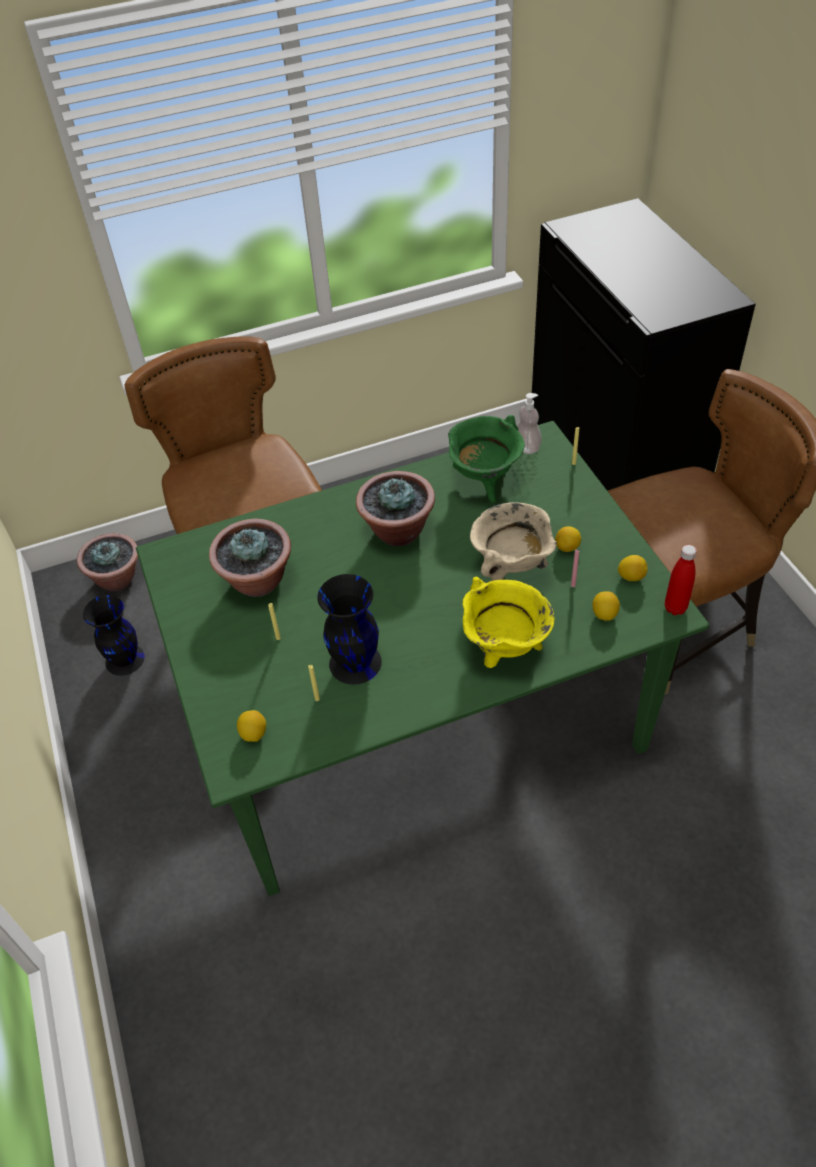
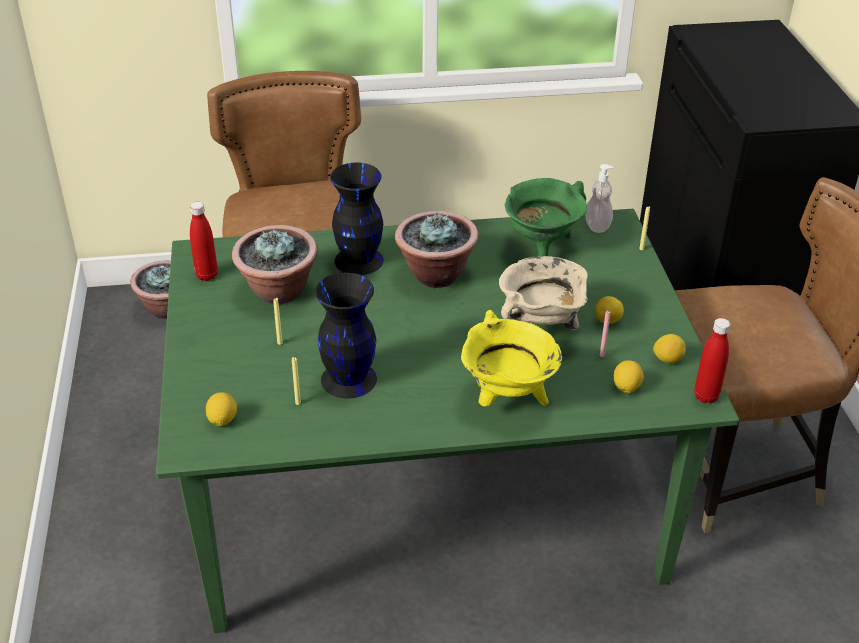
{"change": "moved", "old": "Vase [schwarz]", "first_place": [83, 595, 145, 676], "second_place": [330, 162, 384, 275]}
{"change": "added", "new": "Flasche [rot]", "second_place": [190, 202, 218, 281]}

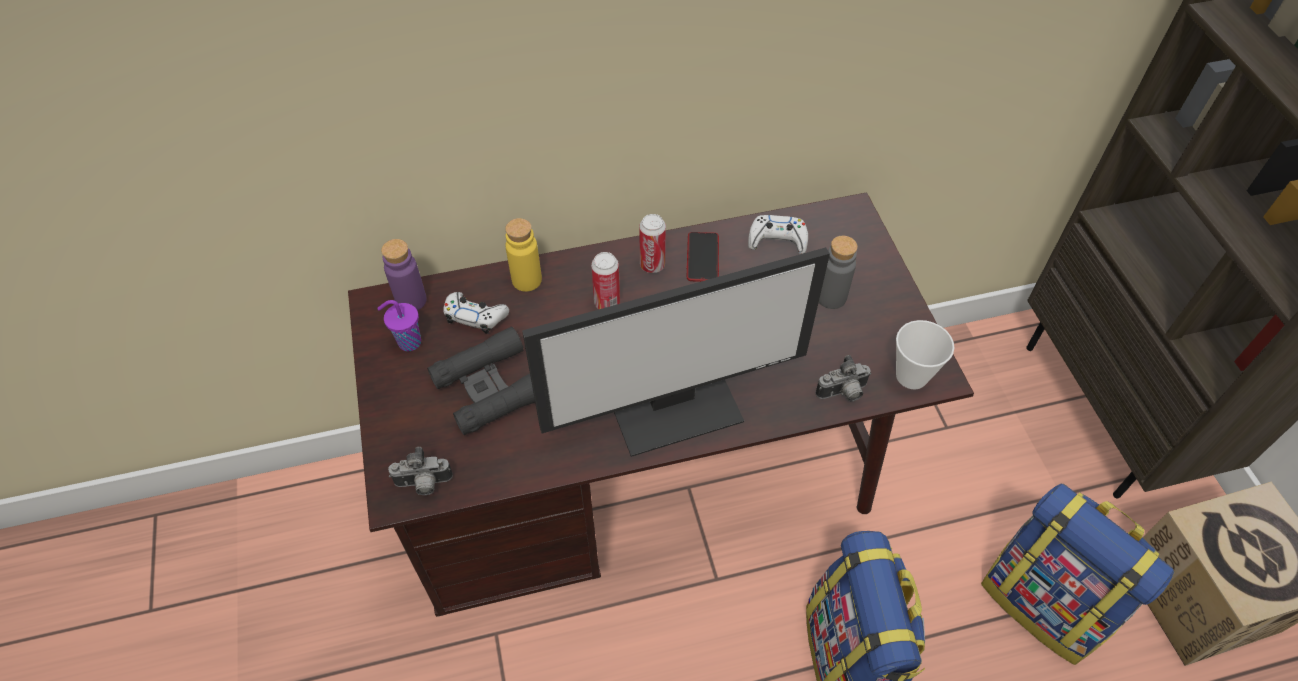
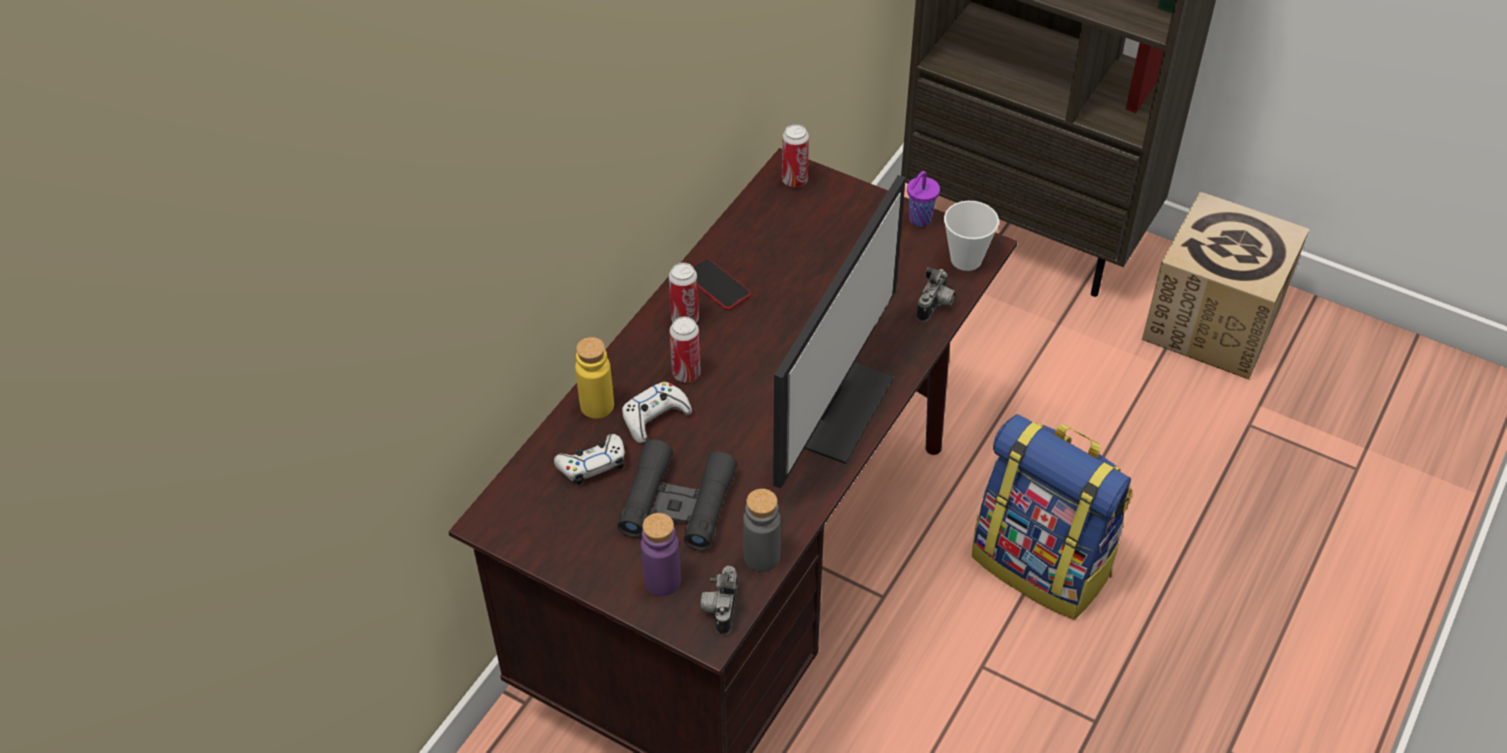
{"change": "moved", "old": "Gamepad [weiß]", "first_place": [748, 215, 808, 254], "second_place": [622, 382, 692, 443]}
{"change": "moved", "old": "Flasche [grau]", "first_place": [819, 236, 858, 309], "second_place": [743, 489, 781, 572]}
{"change": "moved", "old": "Flasche [lila]", "first_place": [381, 239, 427, 311], "second_place": [641, 513, 681, 596]}
{"change": "moved", "old": "Tasse [lila]", "first_place": [377, 300, 421, 351], "second_place": [907, 171, 940, 227]}
{"change": "turned", "old": "Kamera", "first_place": [388, 447, 453, 495], "second_place": [701, 566, 737, 635], "degrees": 150}
{"change": "removed", "old": "Rucksack", "first_place": [981, 483, 1174, 665]}
{"change": "added", "new": "Dose", "second_place": [782, 124, 809, 187]}

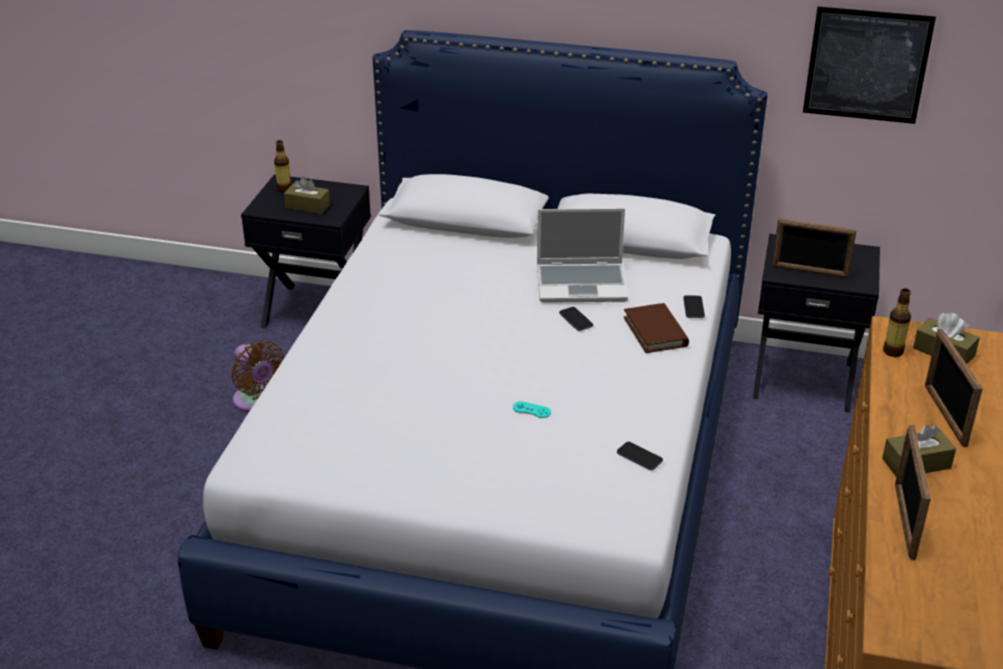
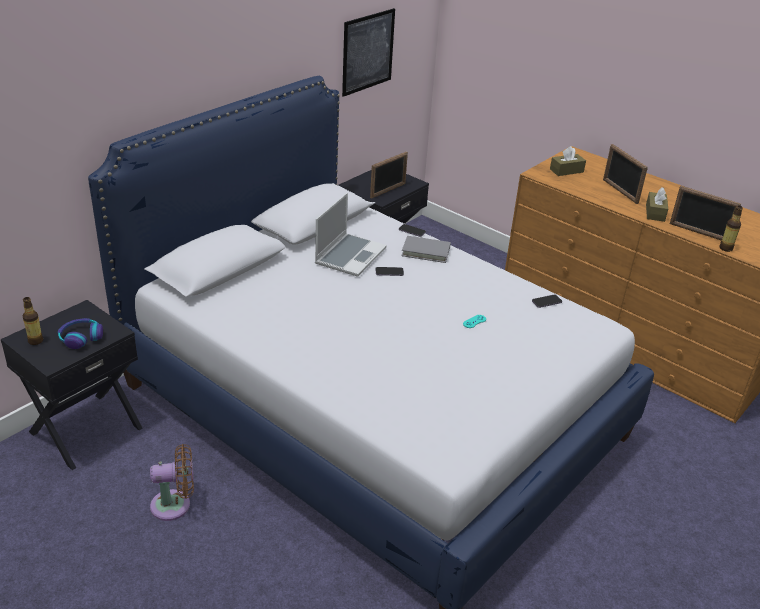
{"change": "replaced", "old": "Taschentuchbox [braun]", "new": "Kopfhörer", "first_place": [284, 177, 330, 214], "second_place": [58, 318, 103, 349]}
{"change": "moved", "old": "Flasche", "first_place": [883, 288, 911, 357], "second_place": [720, 205, 743, 252]}
{"change": "recoloured", "old": "Buch [braun]", "new": "Buch [grau]", "first_place": [624, 303, 689, 353], "second_place": [401, 236, 451, 263]}
{"change": "turned", "old": "Bilderrahmen", "first_place": [925, 329, 983, 447], "second_place": [603, 144, 648, 204], "degrees": 45}

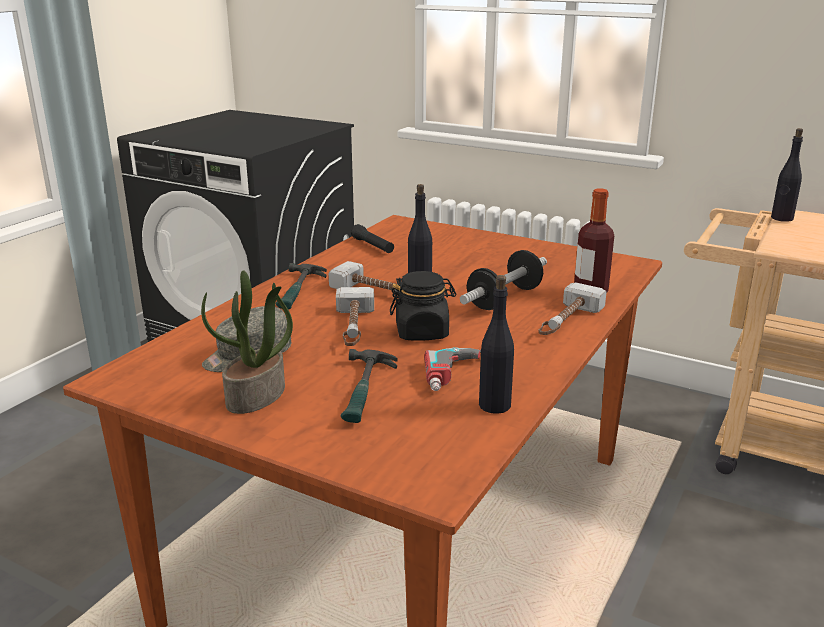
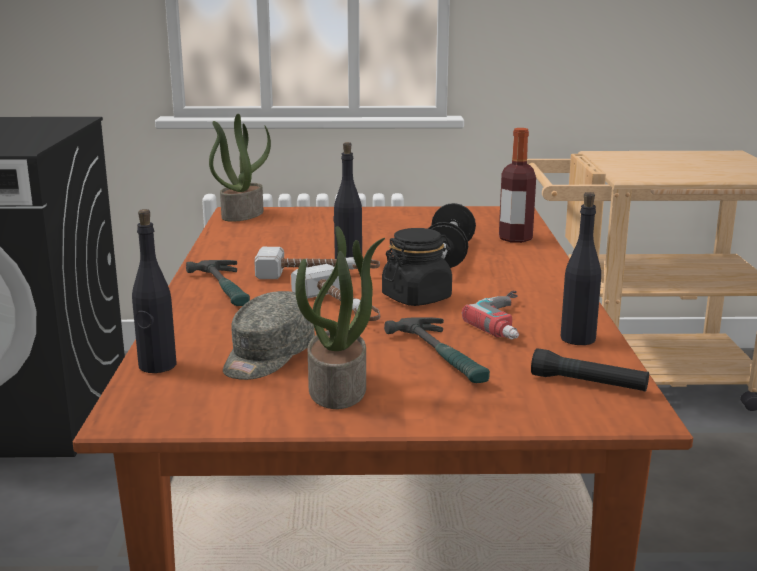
{"change": "moved", "old": "Flasche [schwarz]", "first_place": [771, 128, 803, 222], "second_place": [132, 209, 177, 373]}
{"change": "moved", "old": "Taschenlampe [schwarz]", "first_place": [351, 224, 394, 253], "second_place": [531, 348, 649, 392]}
{"change": "removed", "old": "Hammer", "first_place": [538, 282, 606, 335]}
{"change": "added", "new": "Topfpflanze", "second_place": [209, 114, 271, 222]}

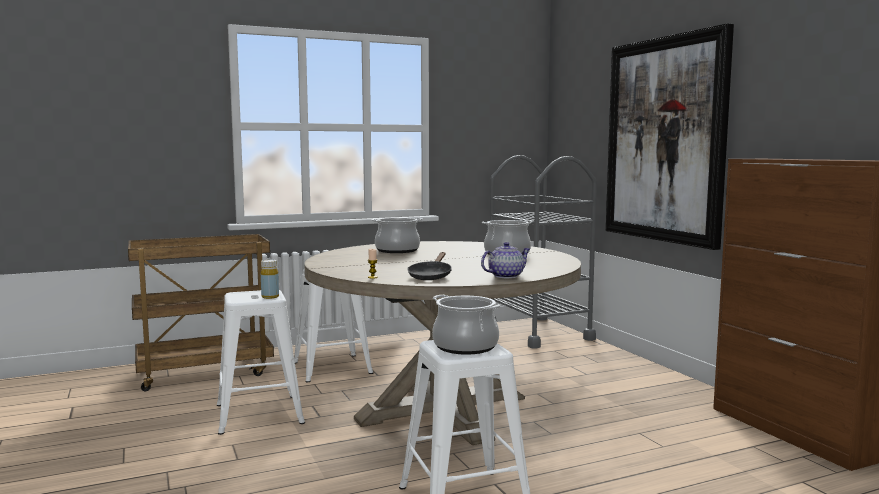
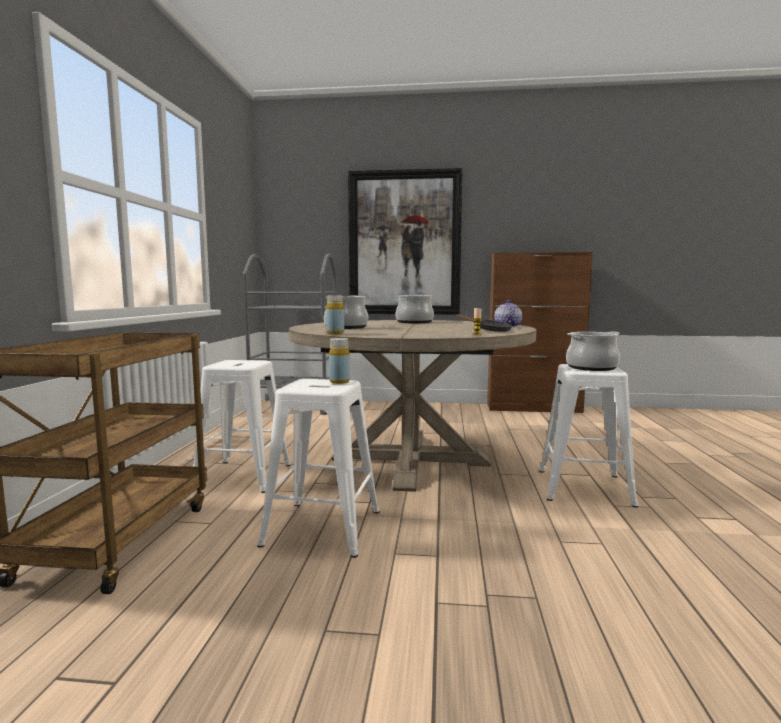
{"change": "added", "new": "Flasche [gelb]", "second_place": [326, 295, 344, 334]}

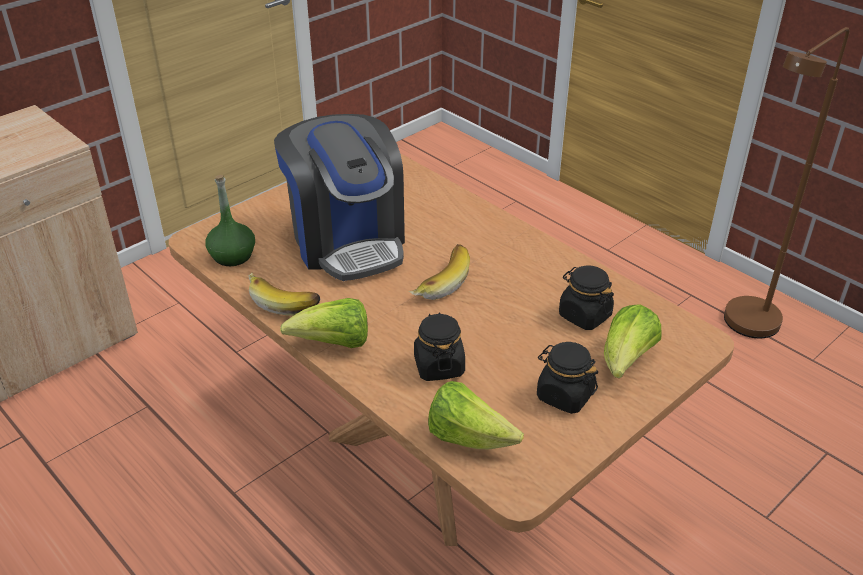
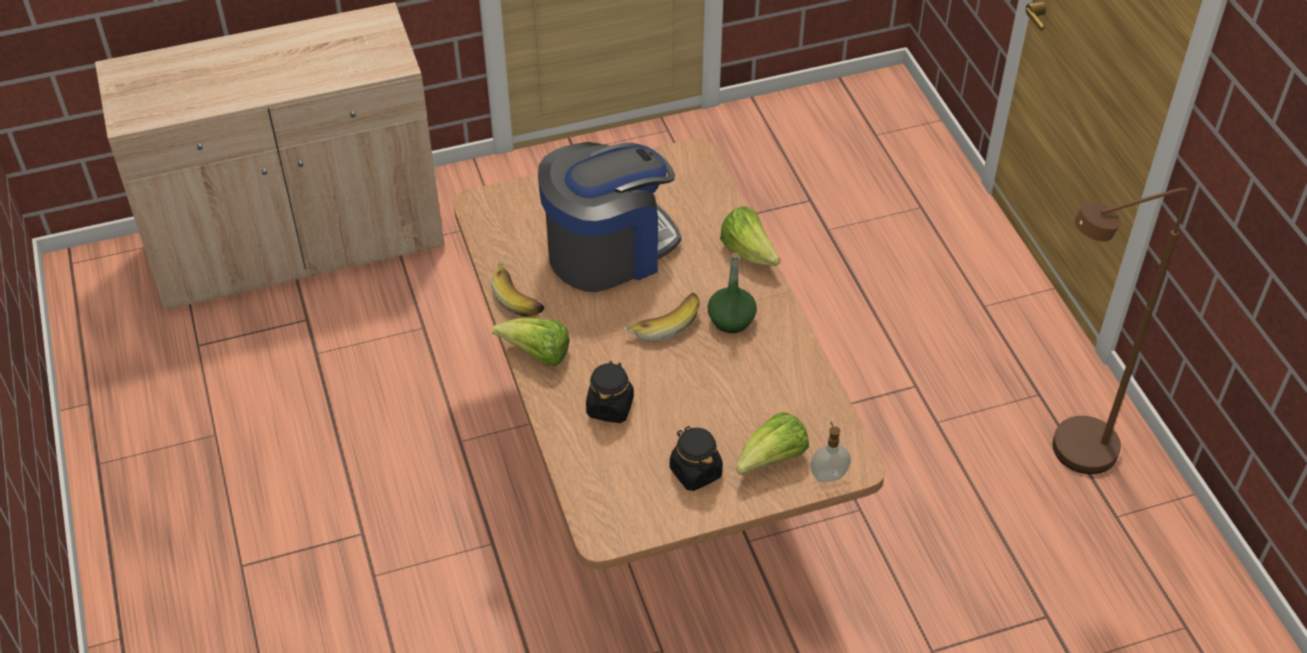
{"change": "turned", "old": "Kaffeemaschine", "first_place": [274, 114, 405, 281], "second_place": [538, 142, 681, 292], "degrees": -120}
{"change": "moved", "old": "Flasche [grün]", "first_place": [205, 175, 255, 266], "second_place": [708, 253, 757, 333]}
{"change": "removed", "old": "Vorratsglas [schwarz]", "first_place": [559, 266, 614, 330]}
{"change": "moved", "old": "Salatkopf", "first_place": [428, 381, 524, 449], "second_place": [720, 207, 781, 266]}
{"change": "added", "new": "Seifenspender", "second_place": [810, 421, 851, 482]}

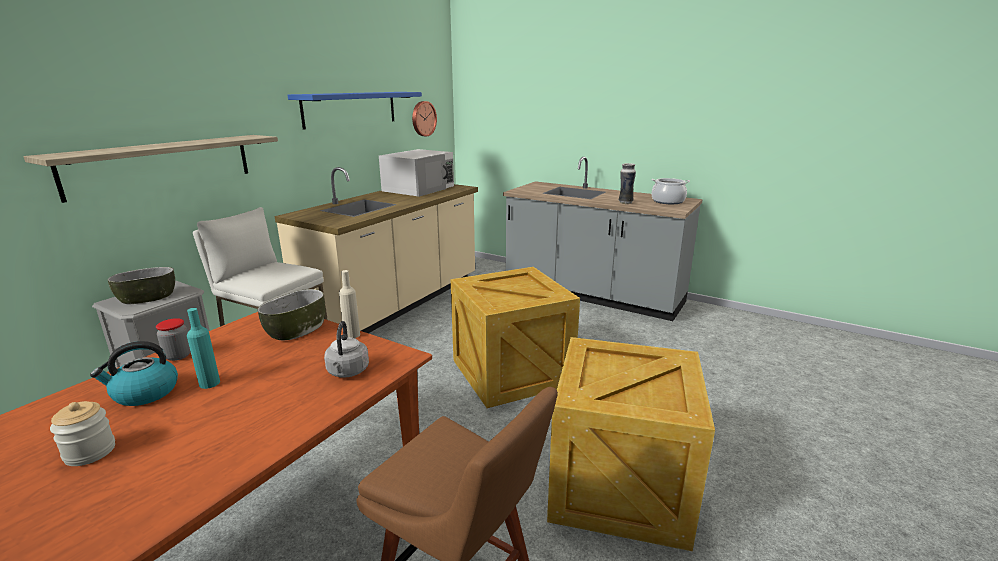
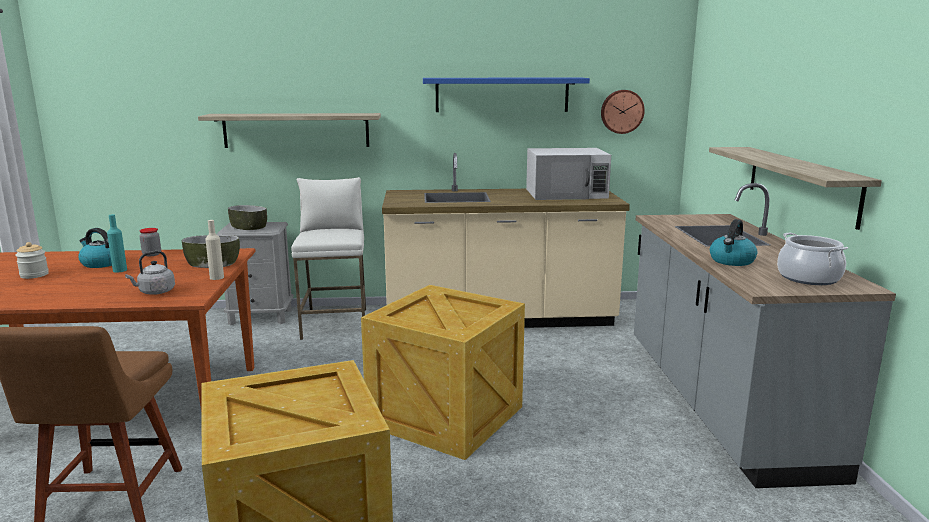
{"change": "replaced", "old": "Vase", "new": "Wasserkessel", "first_place": [619, 163, 636, 204], "second_place": [710, 219, 758, 266]}
{"change": "added", "new": "Wandregal", "second_place": [709, 147, 882, 230]}

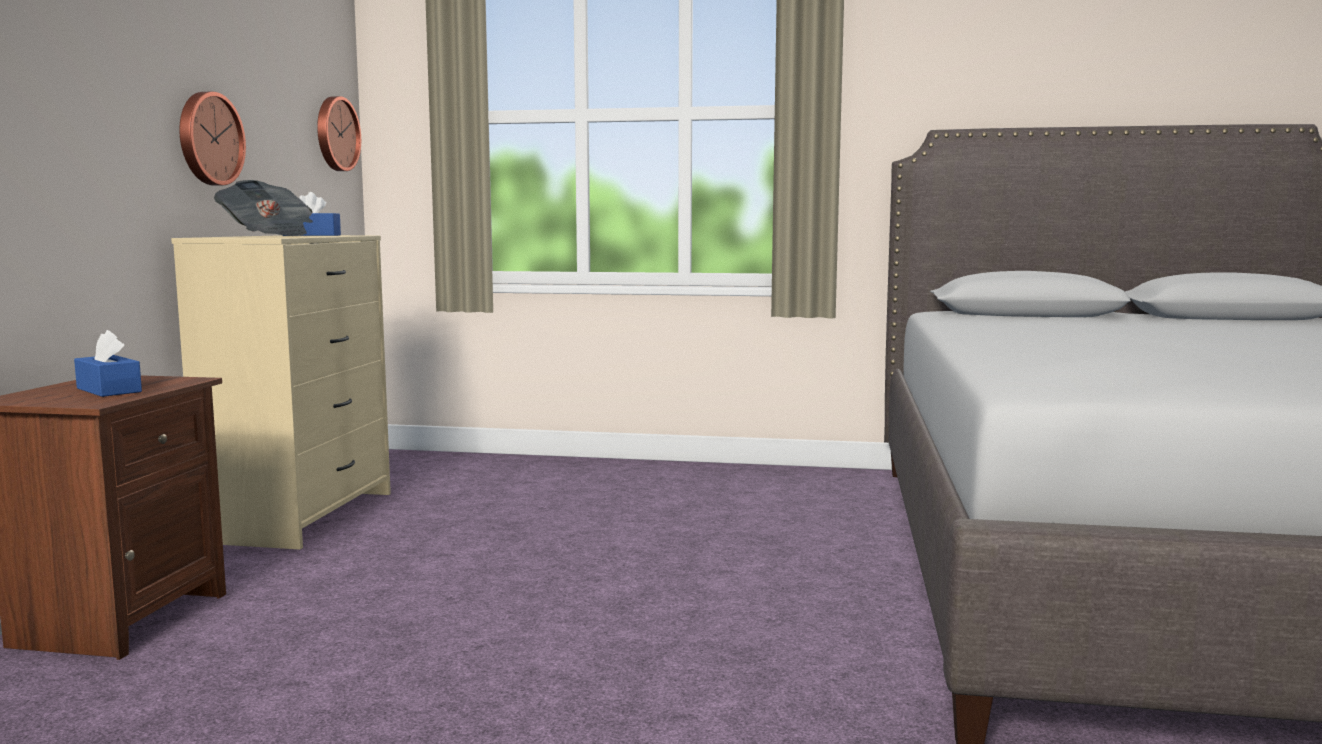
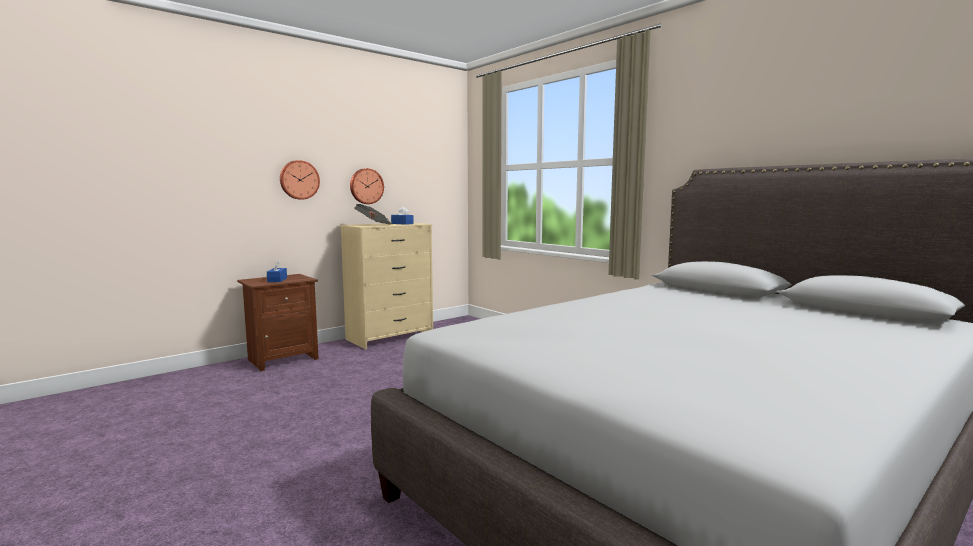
{"change": "moved", "old": "Wanduhr", "first_place": [317, 96, 361, 171], "second_place": [280, 160, 320, 200]}

